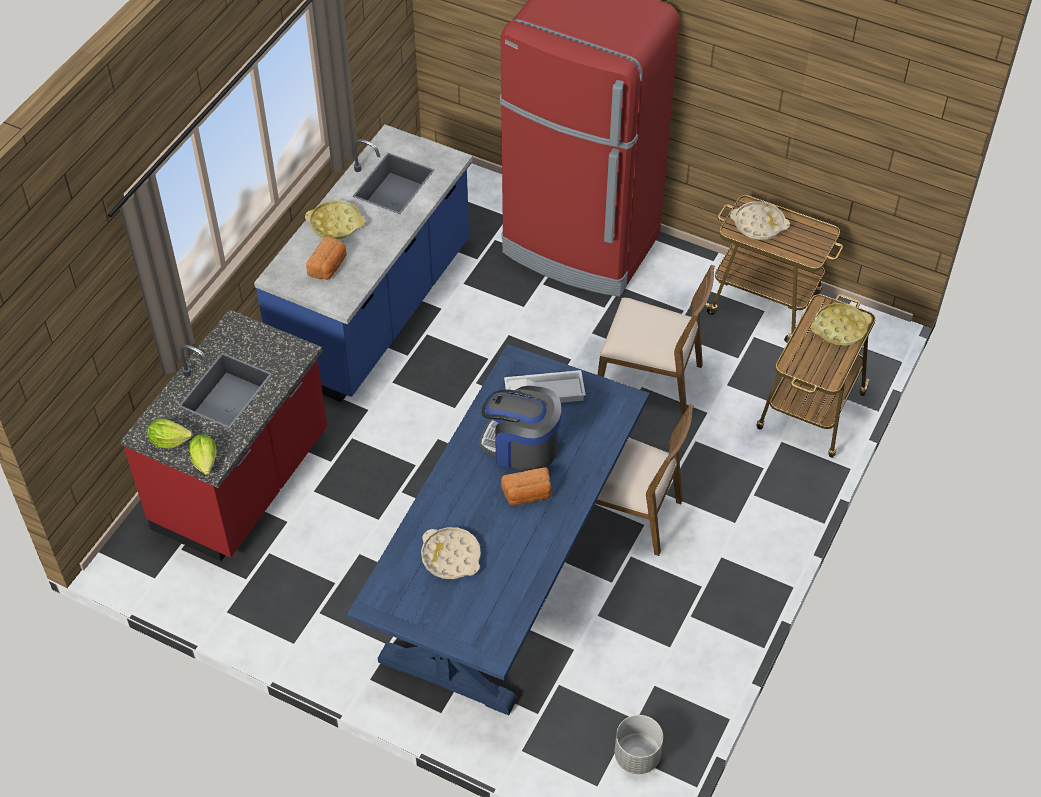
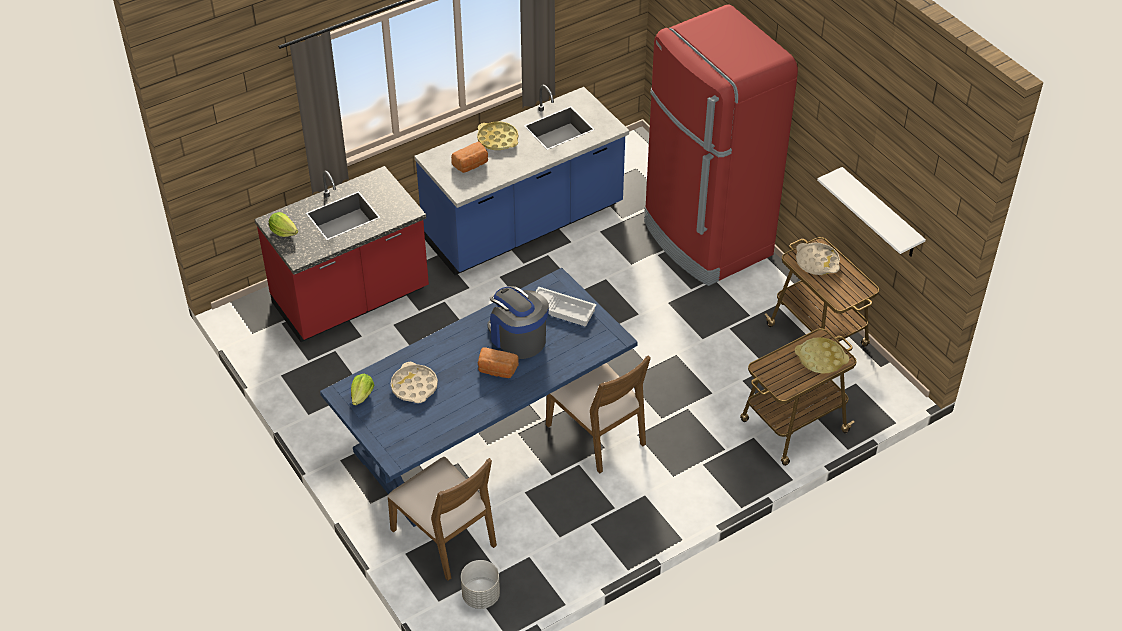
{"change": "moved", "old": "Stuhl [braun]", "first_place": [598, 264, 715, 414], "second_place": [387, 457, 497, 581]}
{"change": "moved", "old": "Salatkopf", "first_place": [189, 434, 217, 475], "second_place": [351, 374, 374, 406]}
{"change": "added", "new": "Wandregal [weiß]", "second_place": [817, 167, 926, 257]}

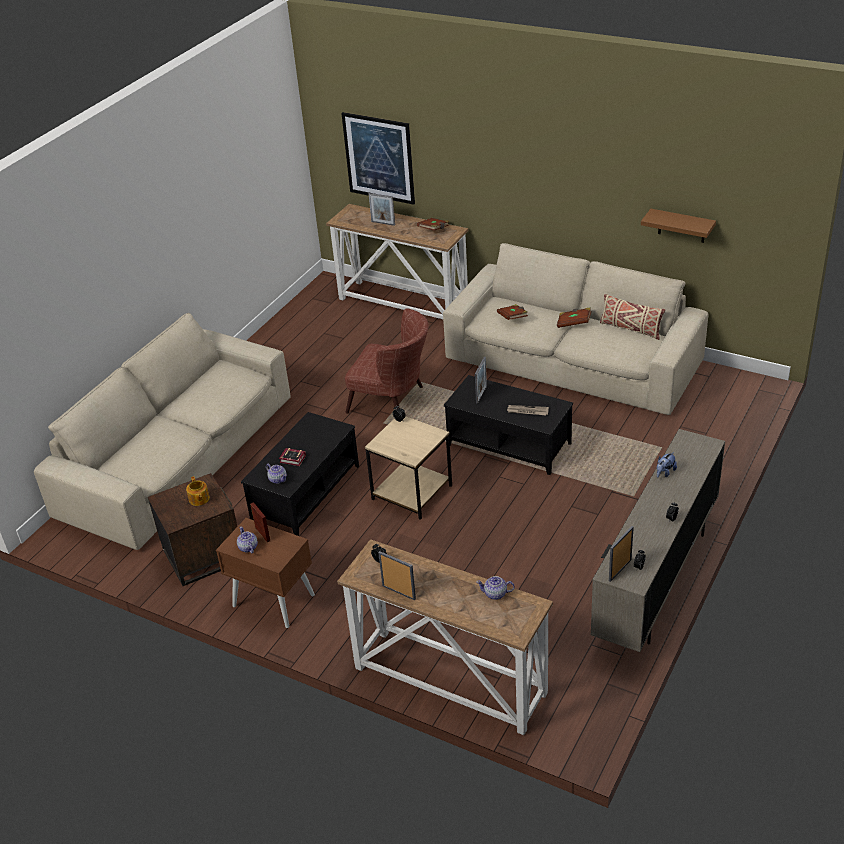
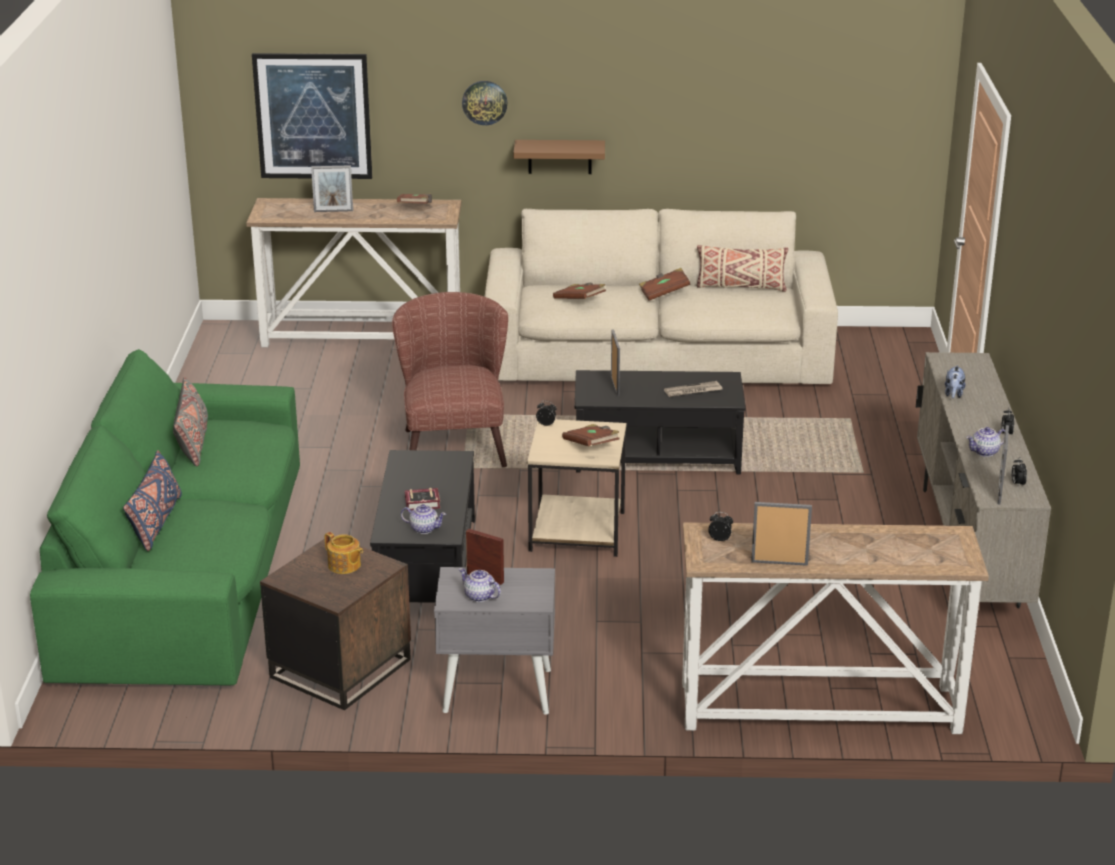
{"change": "moved", "old": "Wandregal [braun]", "first_place": [641, 209, 716, 243], "second_place": [513, 140, 605, 174]}
{"change": "turned", "old": "Sessel [braun]", "first_place": [345, 308, 429, 414], "second_place": [392, 292, 508, 467], "degrees": -90}
{"change": "recoloured", "old": "Sofa [beige]", "new": "Sofa [grün]", "first_place": [34, 313, 291, 550], "second_place": [30, 349, 300, 685]}
{"change": "recoloured", "old": "Nachttisch [braun]", "new": "Nachttisch [grau]", "first_place": [216, 518, 315, 628], "second_place": [434, 567, 555, 715]}
{"change": "moved", "old": "Teekanne", "first_place": [476, 576, 515, 600], "second_place": [966, 427, 1005, 457]}
{"change": "added", "new": "Wanduhr", "second_place": [462, 81, 507, 125]}
{"change": "added", "new": "Kissen [grau]", "second_place": [173, 377, 208, 467]}
{"change": "added", "new": "Buch [braun]", "second_place": [562, 424, 620, 446]}
{"change": "added", "new": "Kissen [blau]", "second_place": [123, 450, 182, 551]}

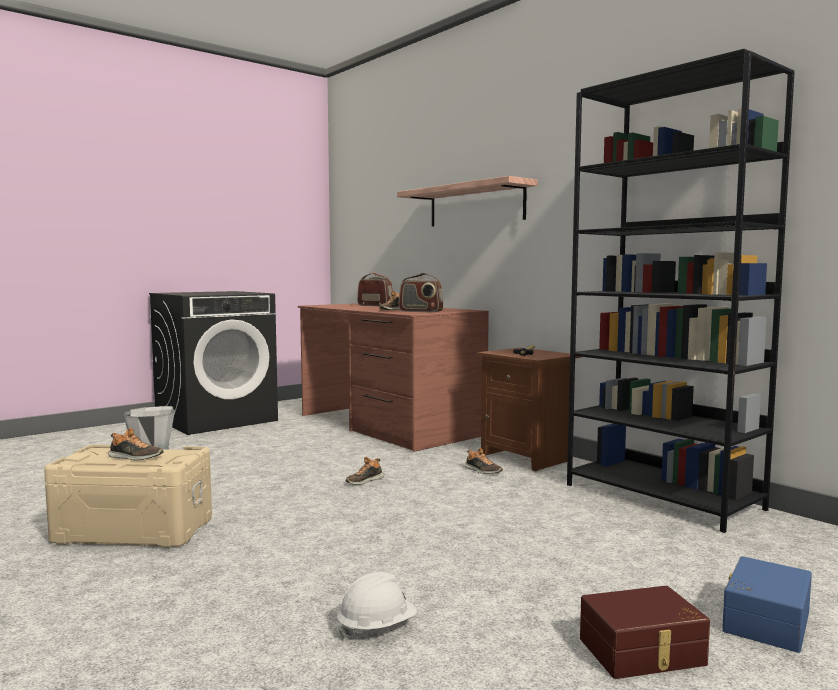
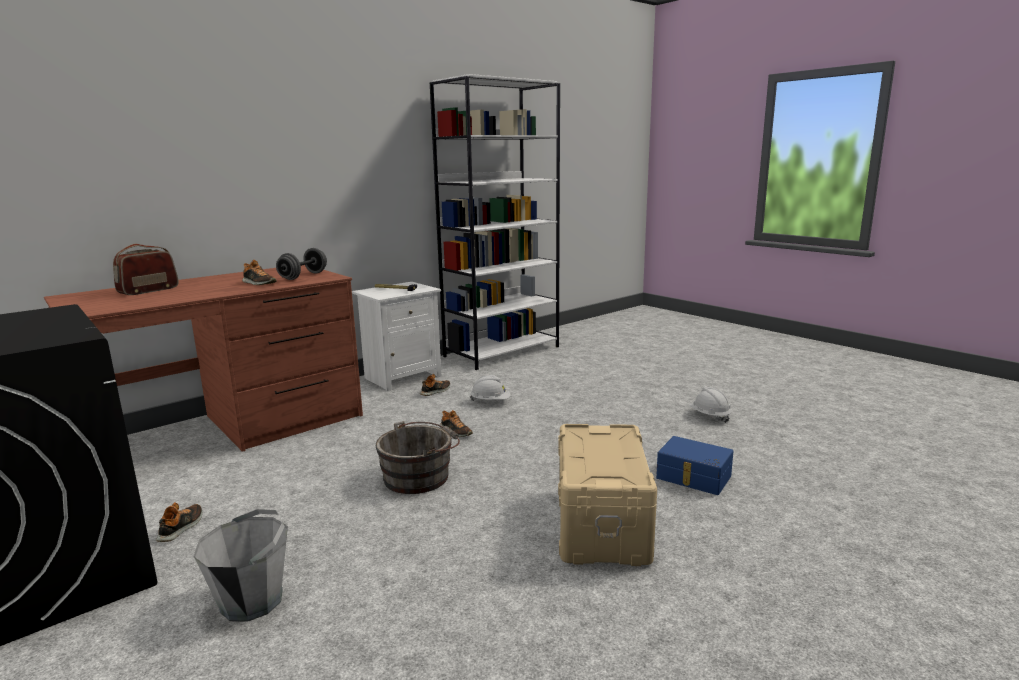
{"change": "recoloured", "old": "Bücherregal [schwarz]", "new": "Bücherregal [weiß]", "first_place": [567, 49, 795, 533], "second_place": [430, 74, 560, 370]}
{"change": "removed", "old": "Wandregal", "first_place": [397, 176, 538, 227]}
{"change": "replaced", "old": "Radio", "new": "Hantel [grau]", "first_place": [398, 273, 443, 312], "second_place": [276, 248, 327, 280]}
{"change": "recoloured", "old": "Nachttisch [braun]", "new": "Nachttisch [weiß]", "first_place": [477, 348, 581, 471], "second_place": [352, 282, 441, 391]}
{"change": "moved", "old": "Schuh", "first_place": [108, 428, 164, 460], "second_place": [156, 502, 202, 542]}
{"change": "moved", "old": "Aufbewahrungsbox [blau]", "first_place": [722, 556, 812, 653], "second_place": [656, 436, 733, 495]}
{"change": "removed", "old": "Aufbewahrungsbox [braun]", "first_place": [580, 586, 710, 679]}
{"change": "added", "new": "Schutzhelm [weiß]", "second_place": [470, 375, 511, 401]}
{"change": "added", "new": "Eimer [grau]", "second_place": [376, 421, 460, 494]}

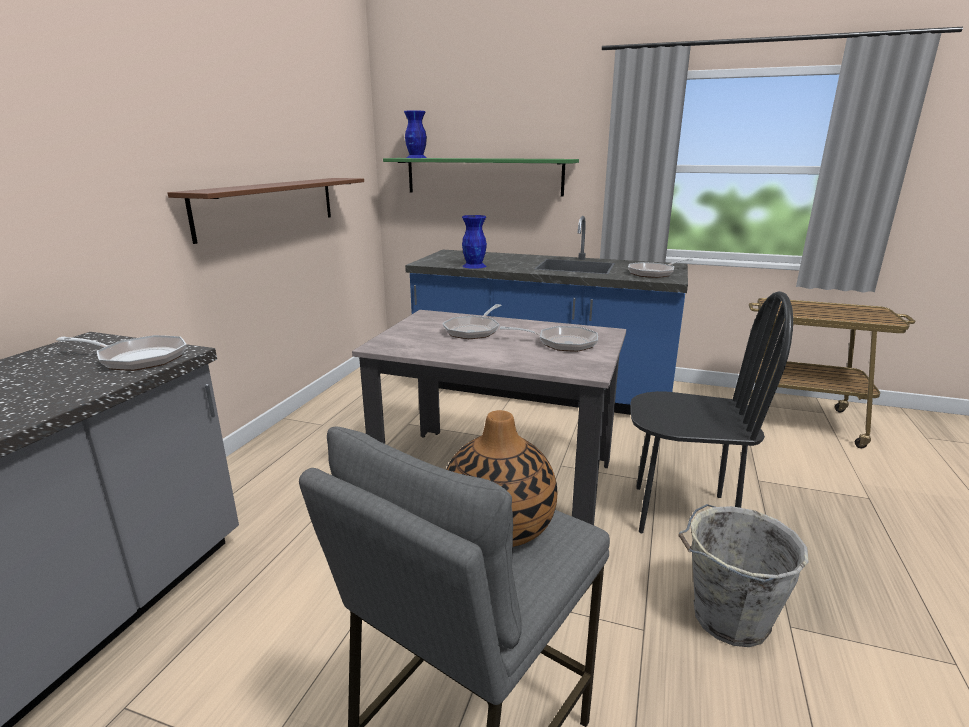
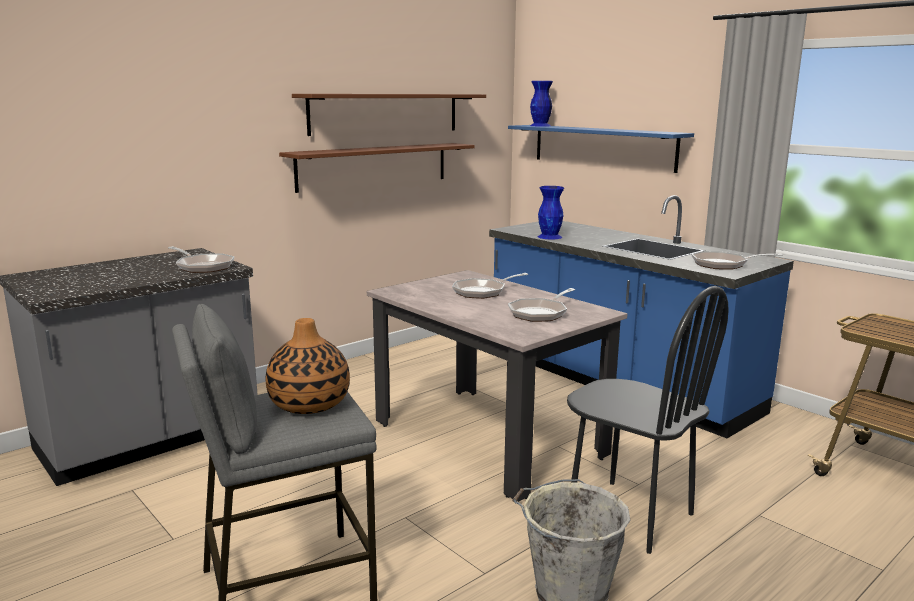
{"change": "recoloured", "old": "Wandregal [grün]", "new": "Wandregal [blau]", "first_place": [383, 158, 579, 197], "second_place": [508, 125, 694, 173]}
{"change": "turned", "old": "Pfanne", "first_place": [500, 326, 598, 352], "second_place": [508, 288, 575, 322], "degrees": 90}
{"change": "added", "new": "Wandregal [braun]", "second_place": [292, 94, 486, 136]}

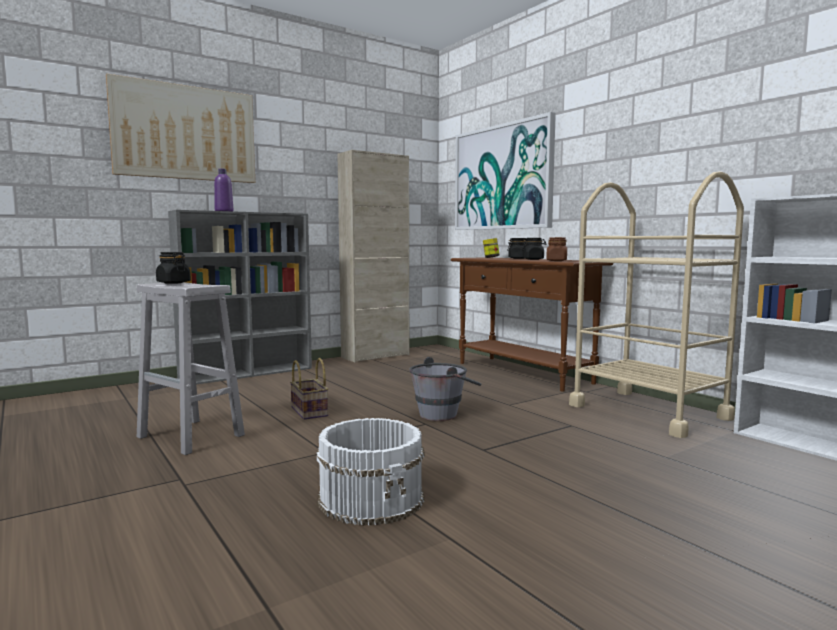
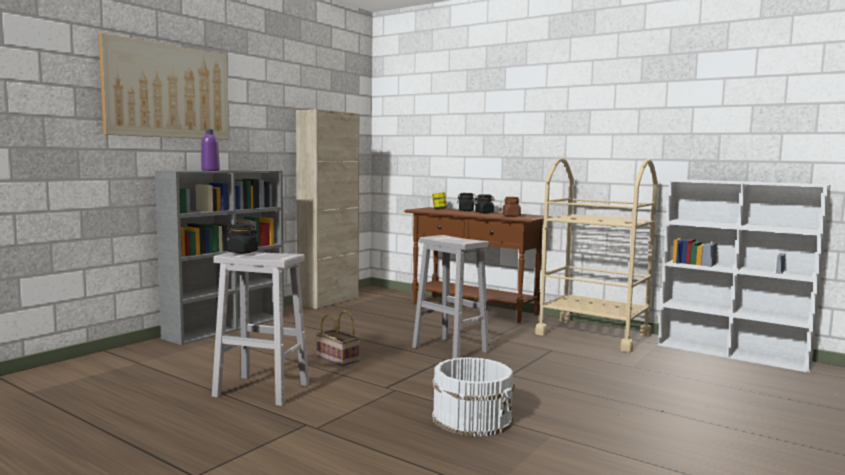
{"change": "removed", "old": "Bild", "first_place": [455, 112, 556, 230]}
{"change": "replaced", "old": "Eimer [grau]", "new": "Hocker [weiß]", "first_place": [409, 357, 481, 421], "second_place": [412, 235, 490, 359]}

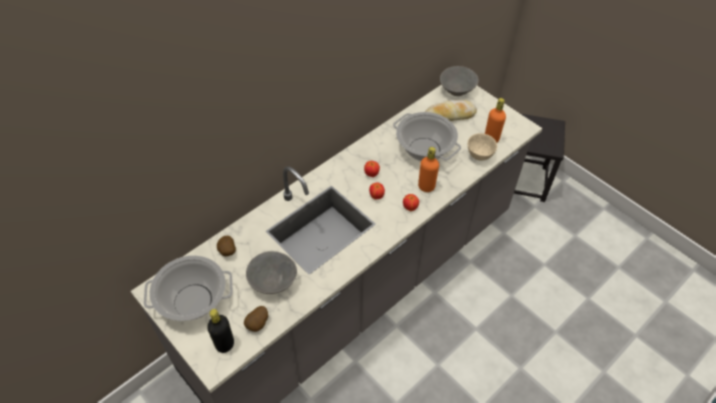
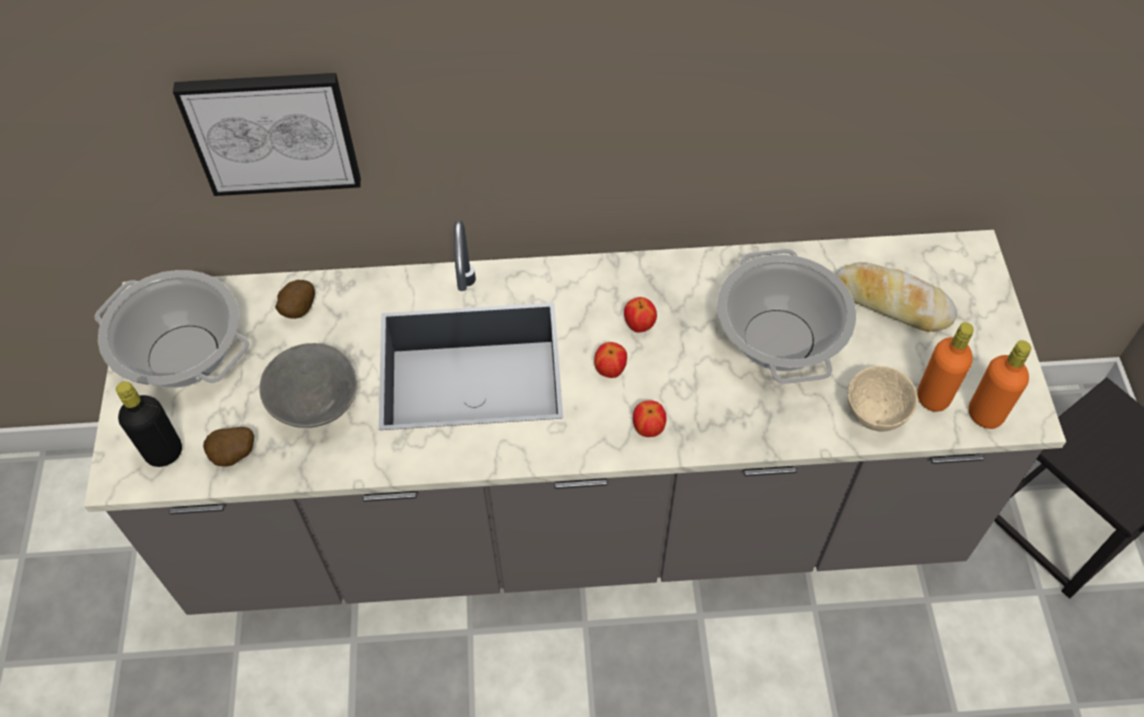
{"change": "removed", "old": "Schüssel [grau]", "first_place": [440, 66, 479, 96]}
{"change": "moved", "old": "Flasche [orange]", "first_place": [418, 147, 439, 192], "second_place": [969, 340, 1031, 429]}
{"change": "added", "new": "Bild", "second_place": [173, 73, 361, 196]}

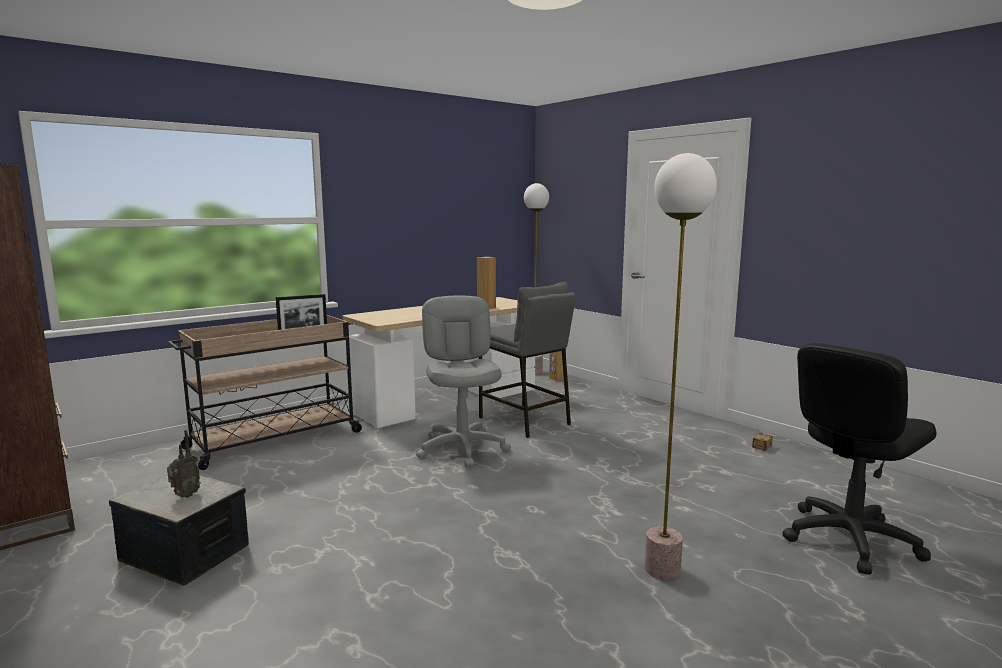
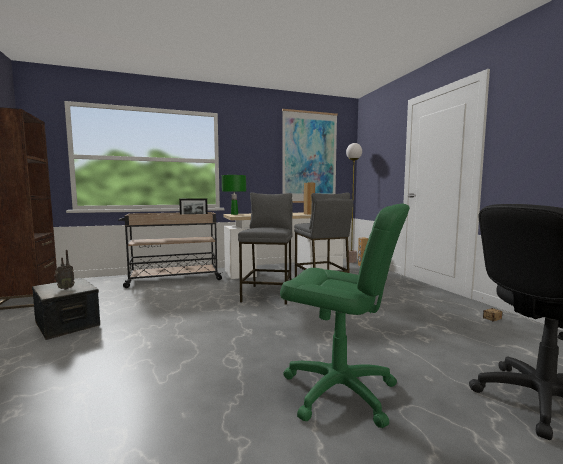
{"change": "replaced", "old": "Stehlampe", "new": "Bürostuhl [grün]", "first_place": [645, 153, 717, 580], "second_place": [280, 204, 410, 428]}
{"change": "replaced", "old": "Bürostuhl [grau]", "new": "Hocker [grau]", "first_place": [416, 295, 511, 468], "second_place": [238, 192, 292, 305]}
{"change": "added", "new": "Bild", "second_place": [282, 109, 338, 203]}
{"change": "added", "new": "Tischlampe [grün]", "second_place": [222, 175, 246, 215]}

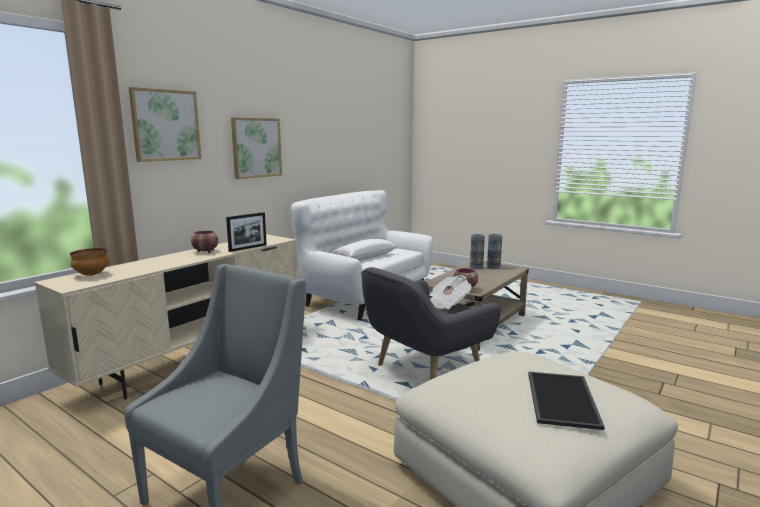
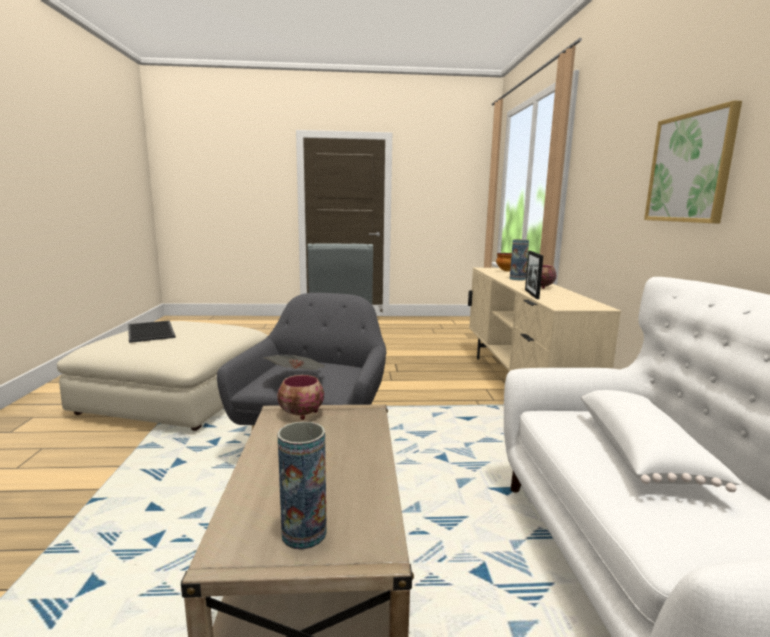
{"change": "removed", "old": "Bild", "first_place": [129, 87, 202, 162]}
{"change": "moved", "old": "Vase", "first_place": [470, 234, 485, 269], "second_place": [510, 239, 529, 281]}

